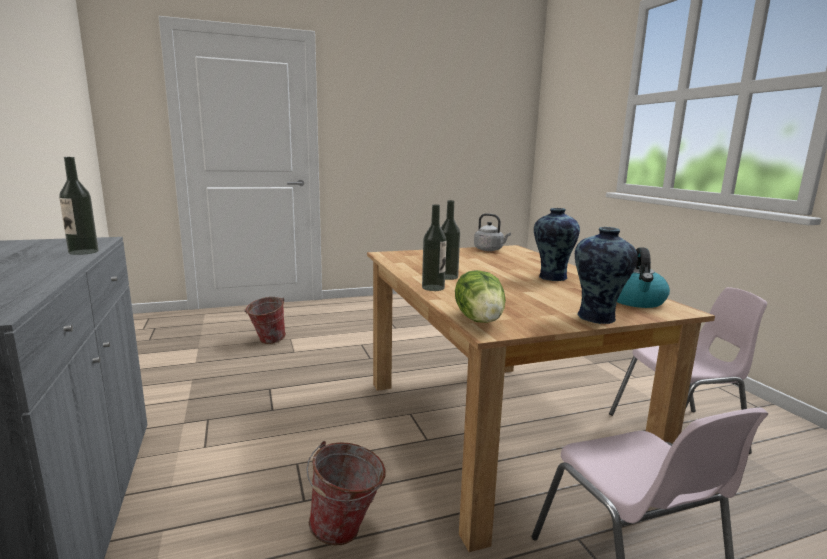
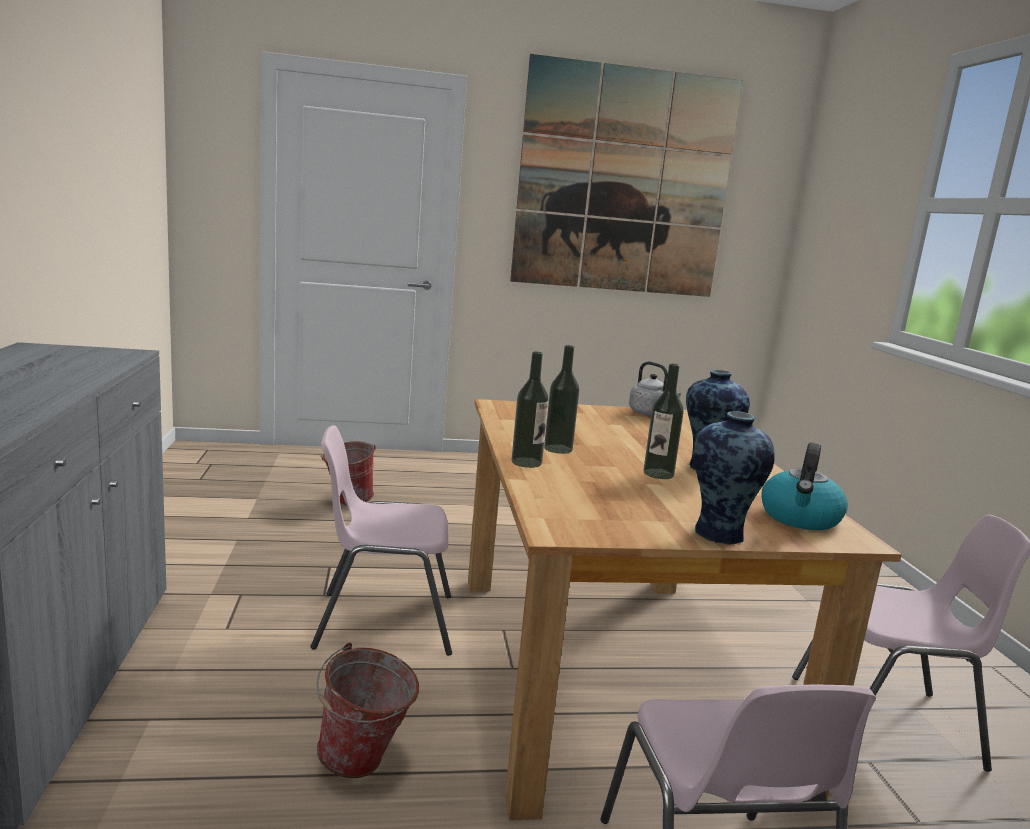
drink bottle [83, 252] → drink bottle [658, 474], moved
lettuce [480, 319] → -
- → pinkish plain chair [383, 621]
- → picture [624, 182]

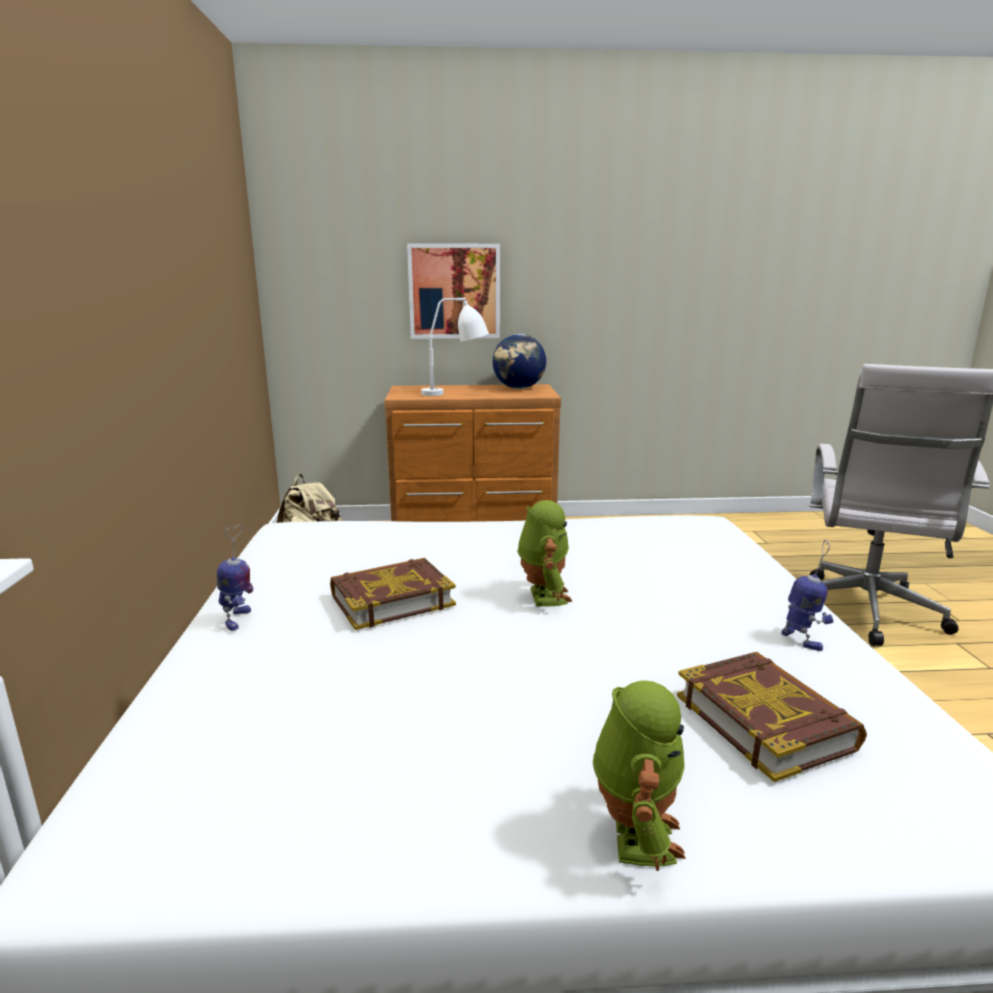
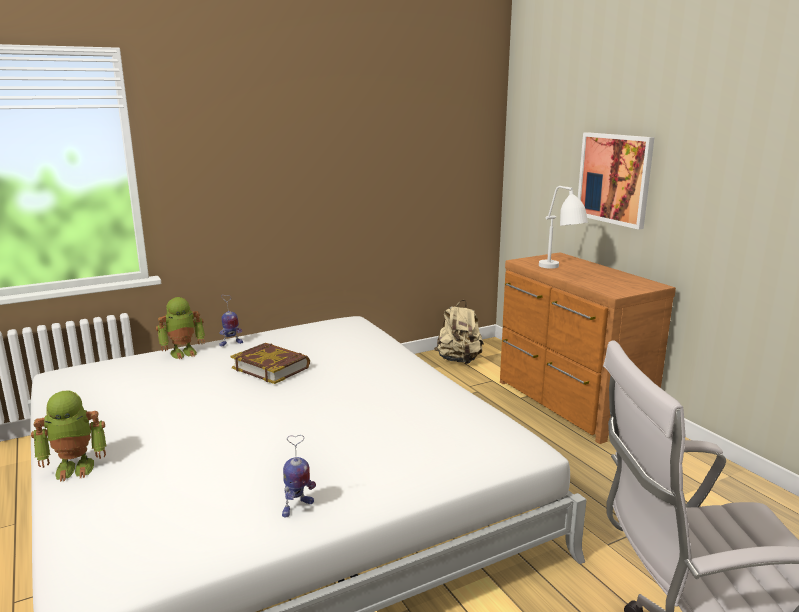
desk globe [519, 388] → -
toy robot [543, 596] → toy robot [183, 352], moved
bound book [765, 721] → -

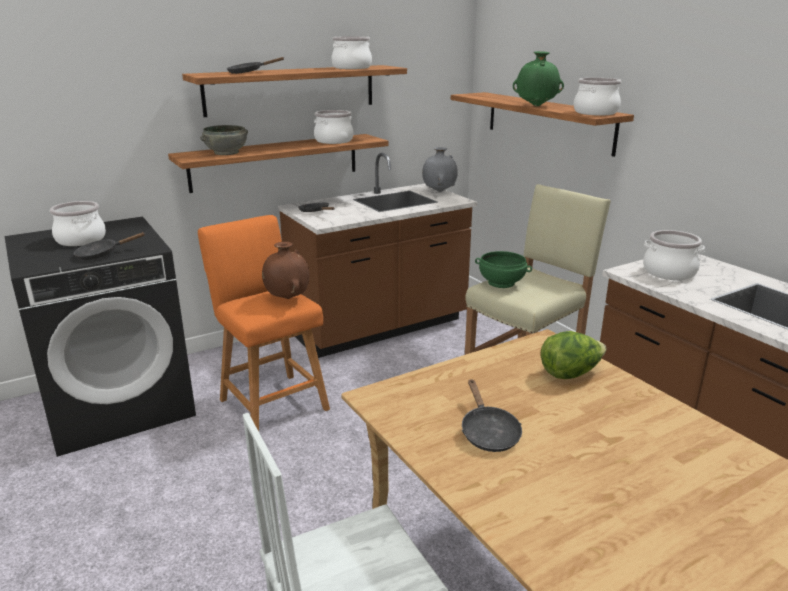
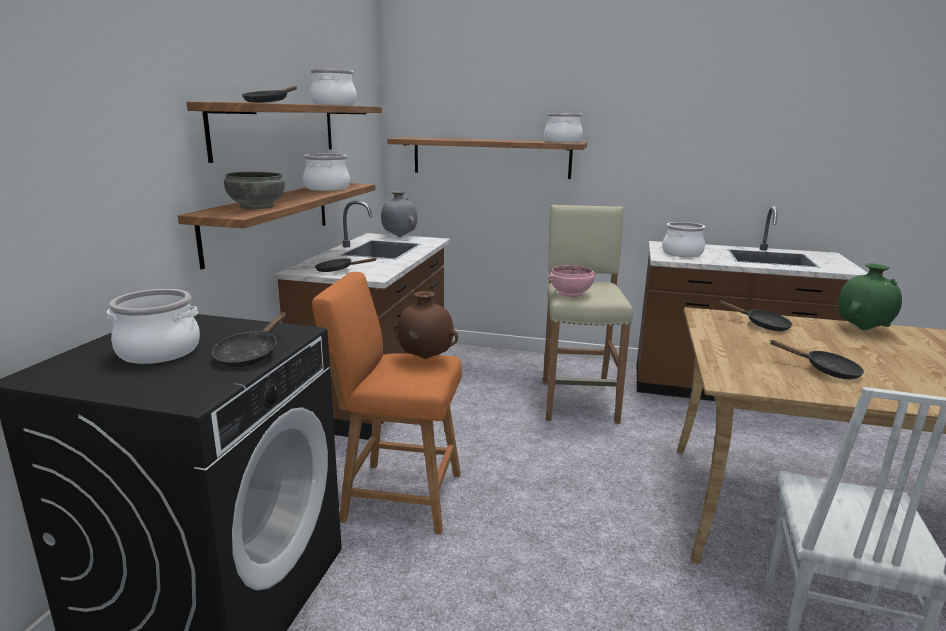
green-coloured deep dish [501, 283] → pinkish deep dish [571, 293]
green-coloured flower vase [536, 106] → green-coloured flower vase [862, 329], moved
lettuce [570, 373] → black frying pan [762, 325]

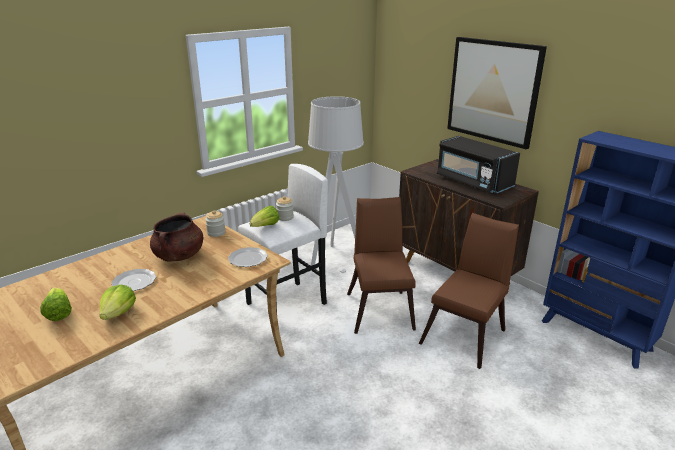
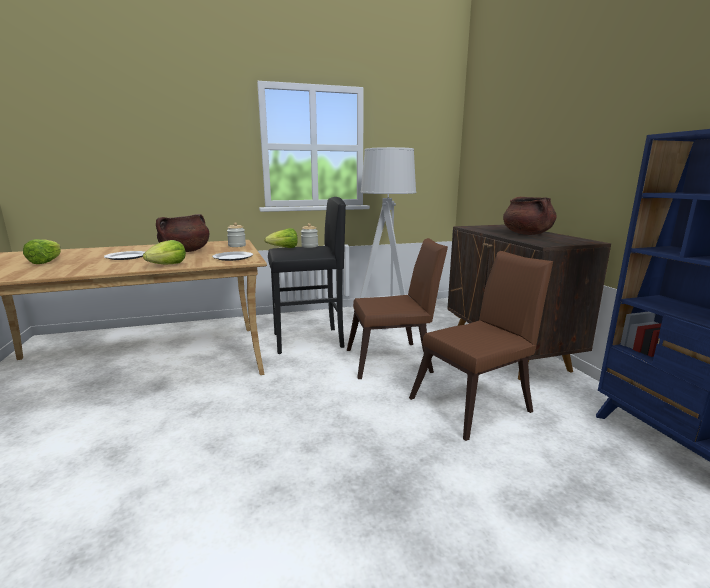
lettuce [118, 313] → lettuce [168, 265], moved
whitish stool seat [287, 304] → black stool seat [308, 340]
brown plain chair [380, 308] → brown plain chair [394, 361], 60 degrees clockwise
black microwave [472, 182] → brown cooking pot [527, 234]
picture [493, 91] → -

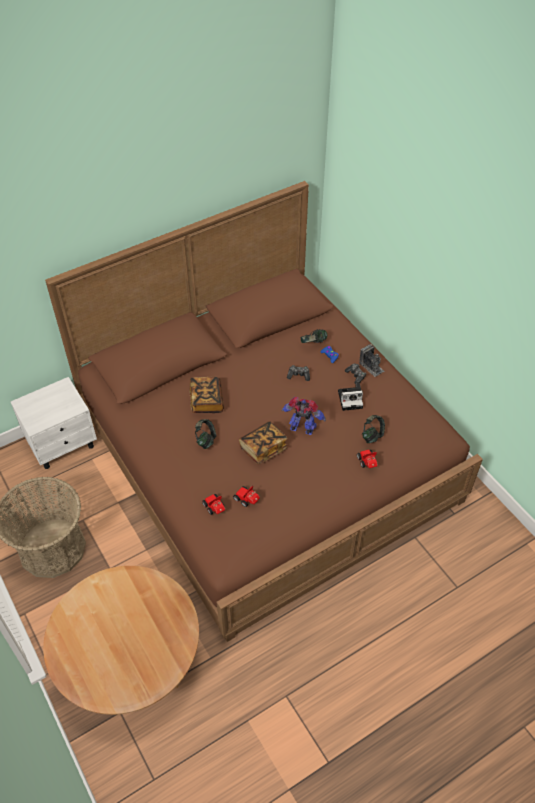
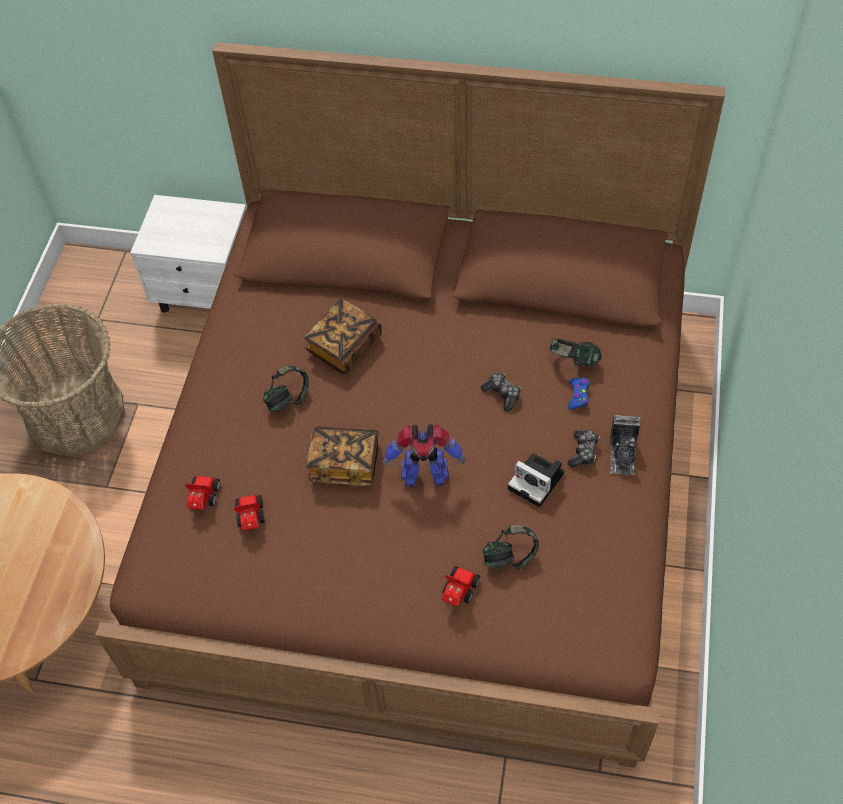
toy robot [302, 429] → toy robot [424, 475], 120 degrees clockwise

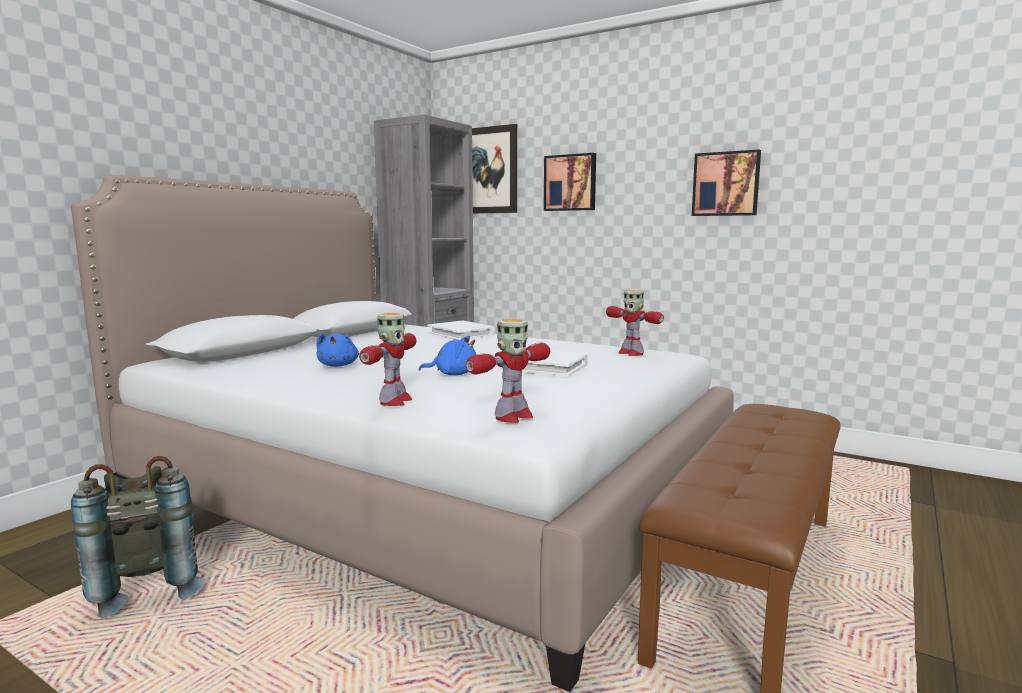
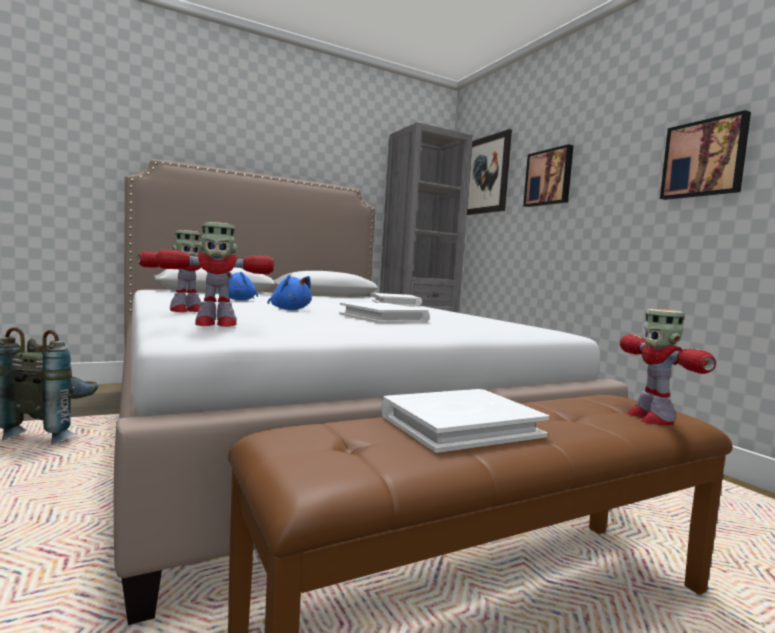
toy robot [630, 353] → toy robot [650, 418], moved
- → whitish bound book [460, 425]

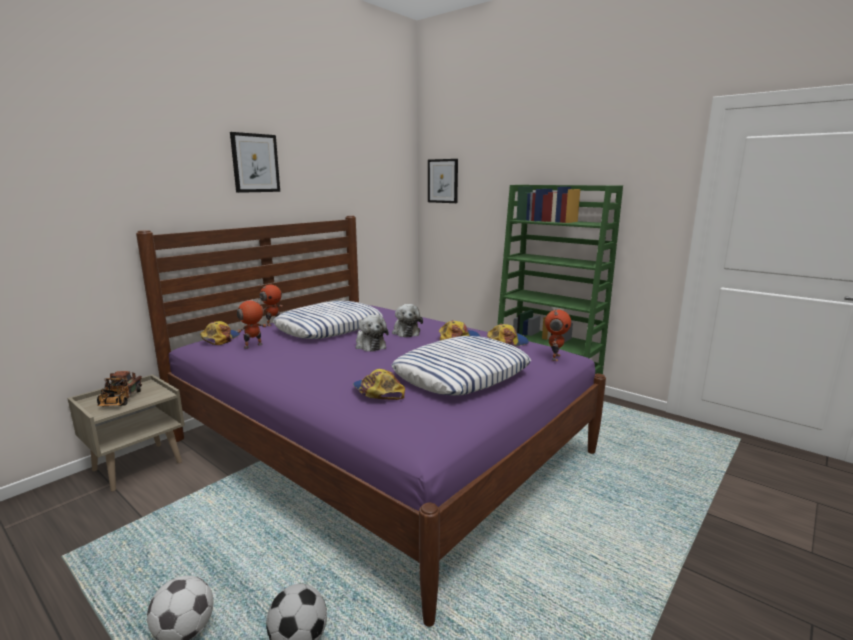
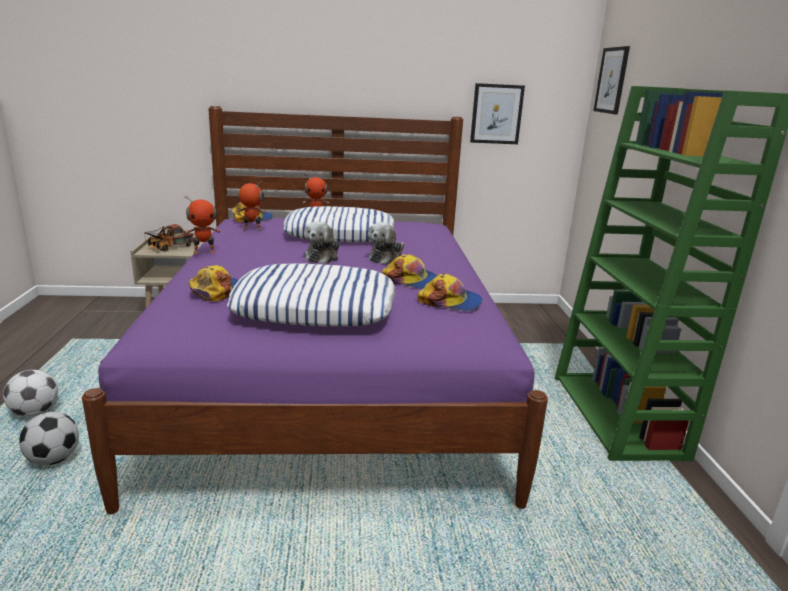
picture [255, 163] → picture [496, 114], moved
toy robot [554, 357] → toy robot [204, 252], moved

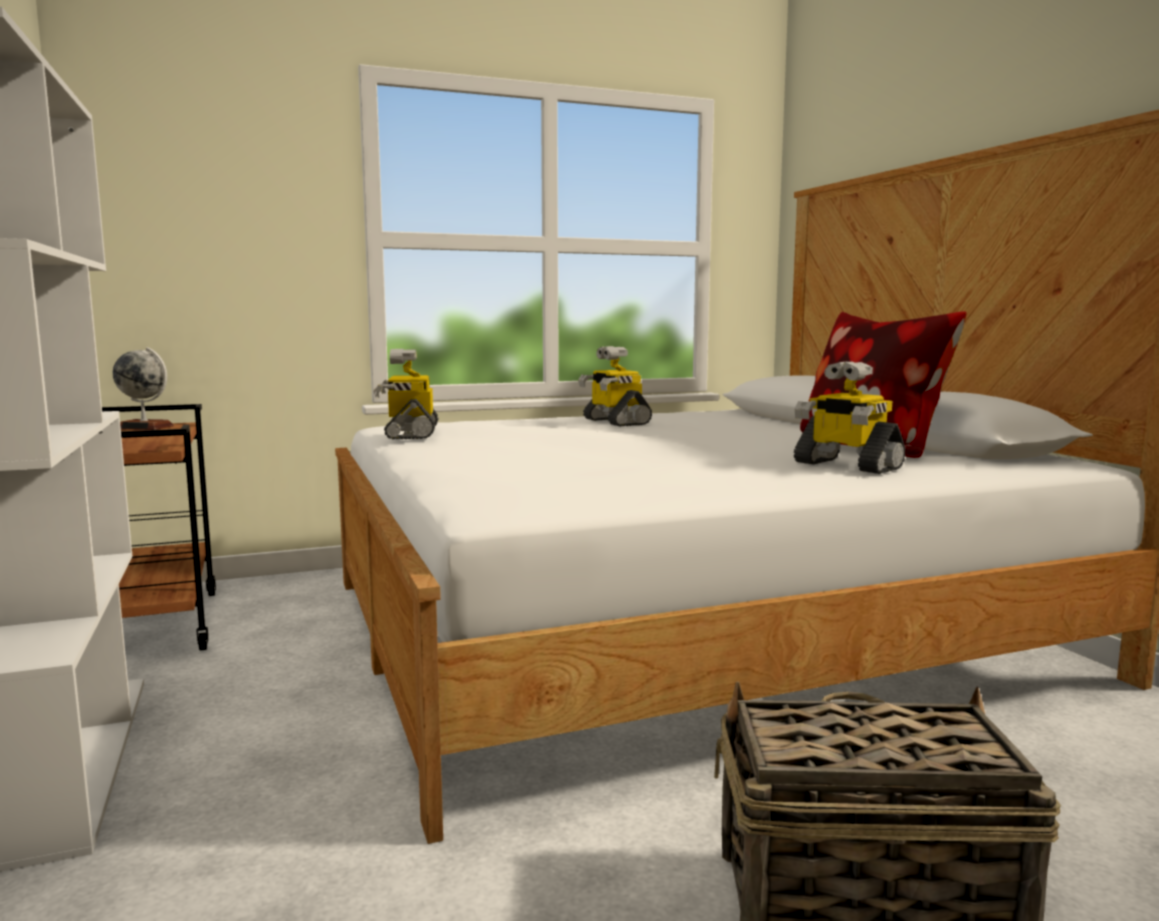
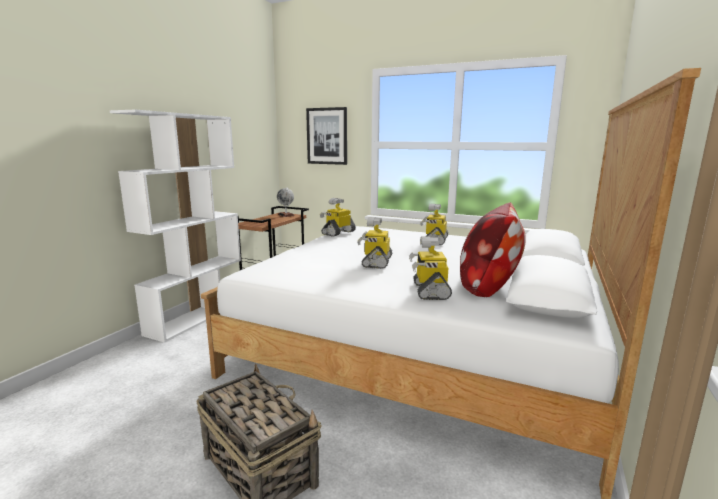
- → picture [327, 136]
- → toy robot [376, 262]

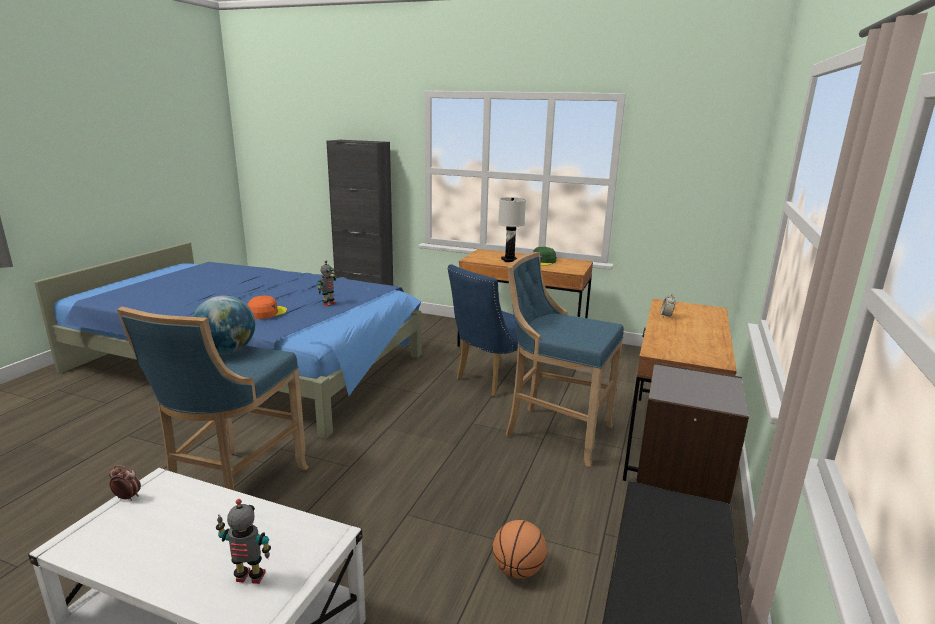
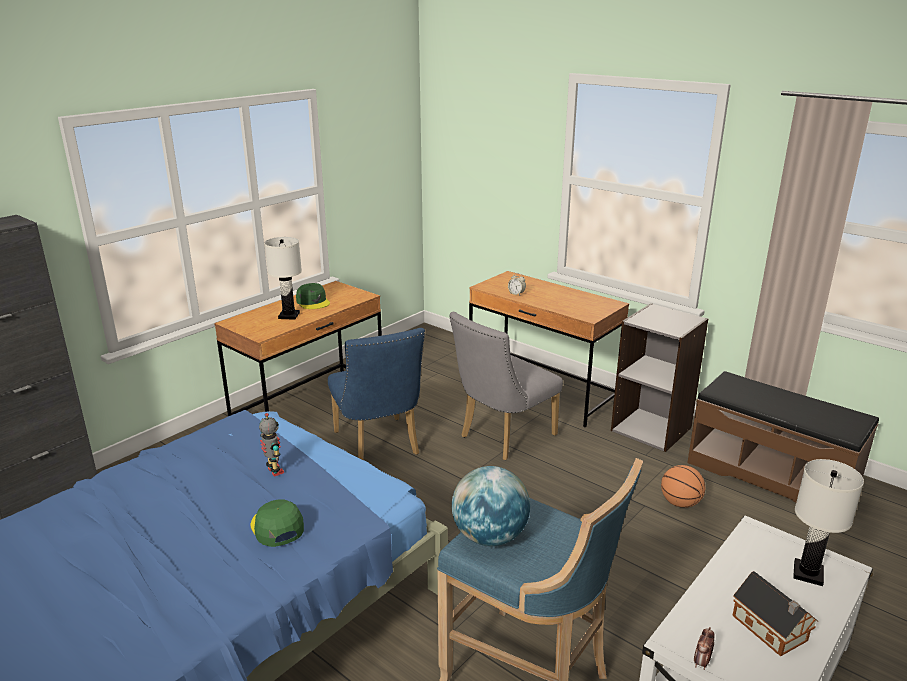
toy robot [250, 578] → whitish tabletop lamp [808, 574]
orangey peaked cap [266, 313] → green-coloured peaked cap [276, 527]
blue-coloured stool seat [555, 432] → grey plain chair [502, 437]
- → model house [771, 630]

